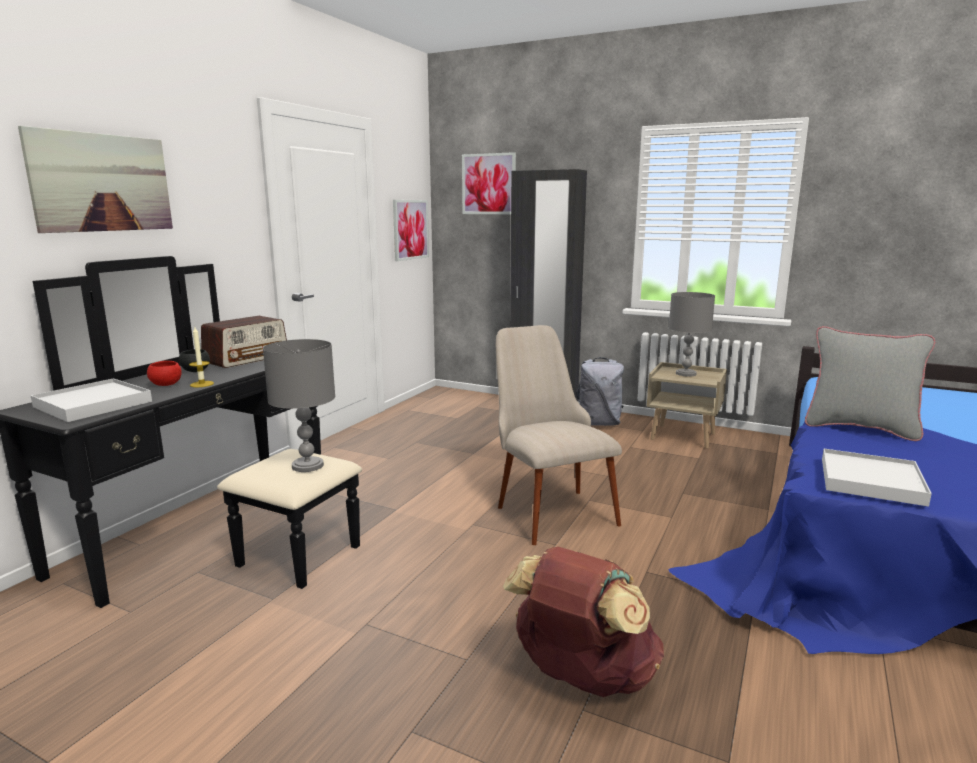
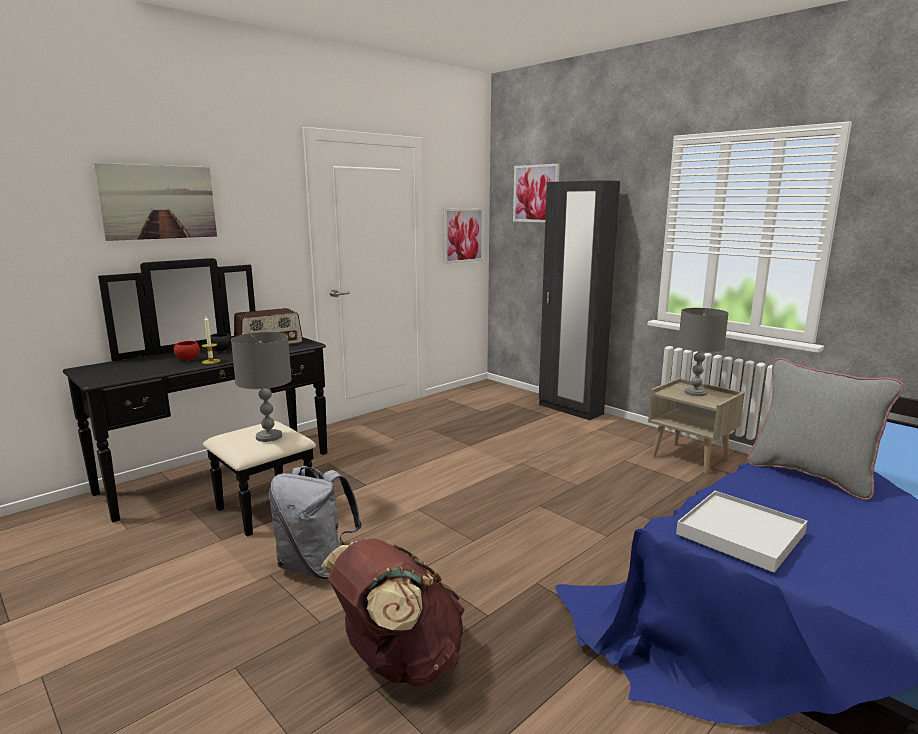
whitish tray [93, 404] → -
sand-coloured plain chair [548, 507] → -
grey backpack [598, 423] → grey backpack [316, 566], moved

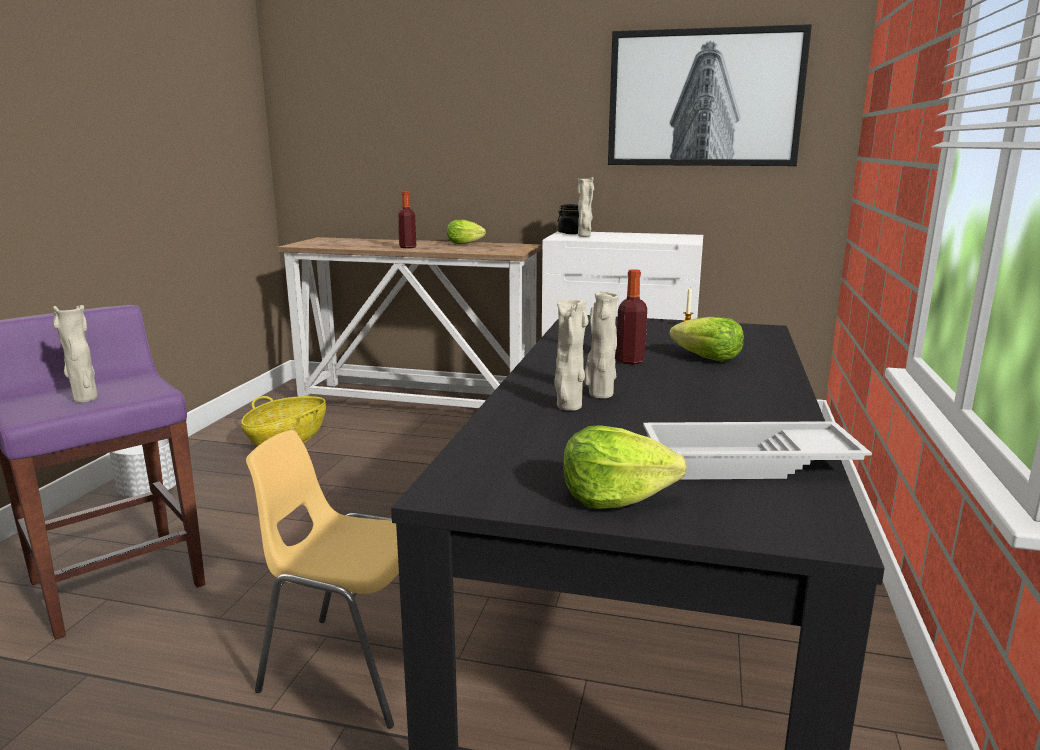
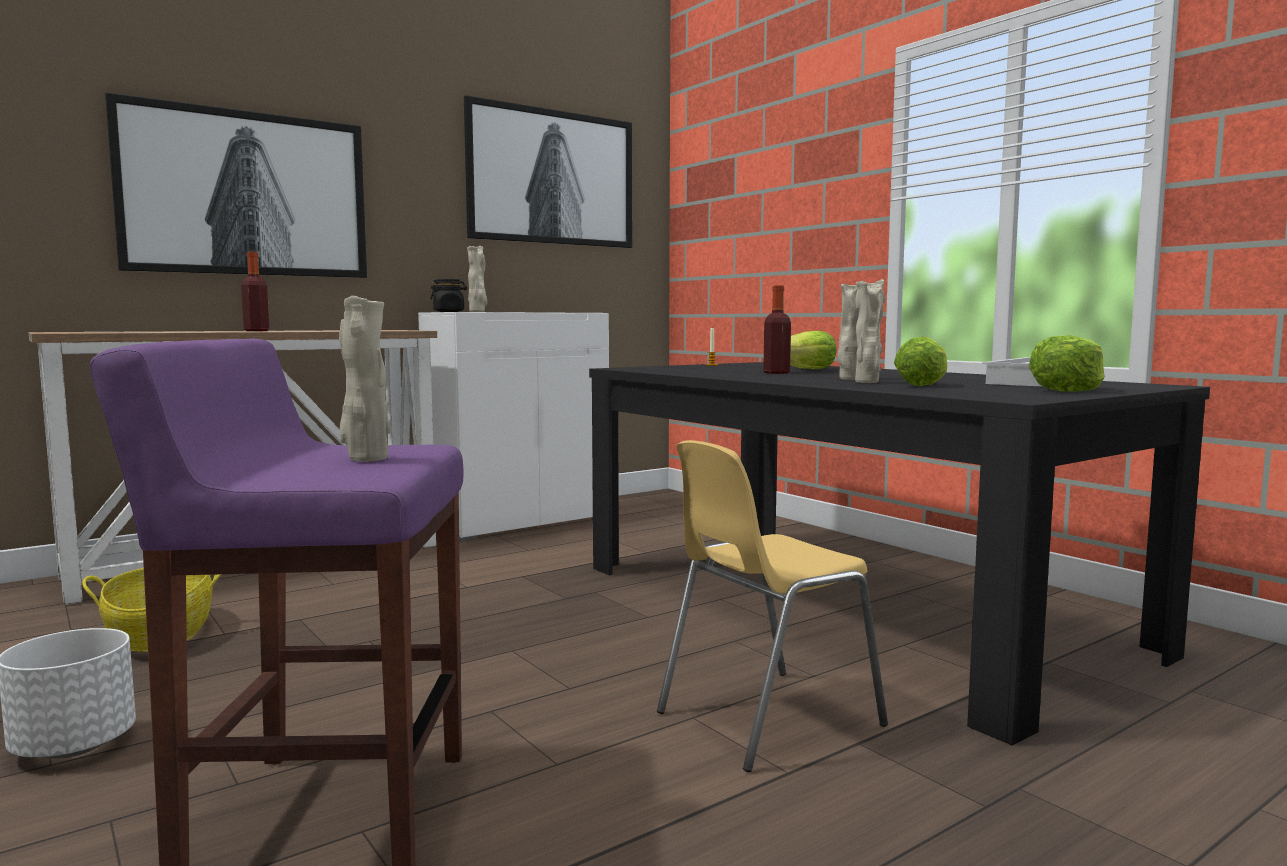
lettuce [466, 244] → lettuce [924, 385], moved
- → picture [246, 193]

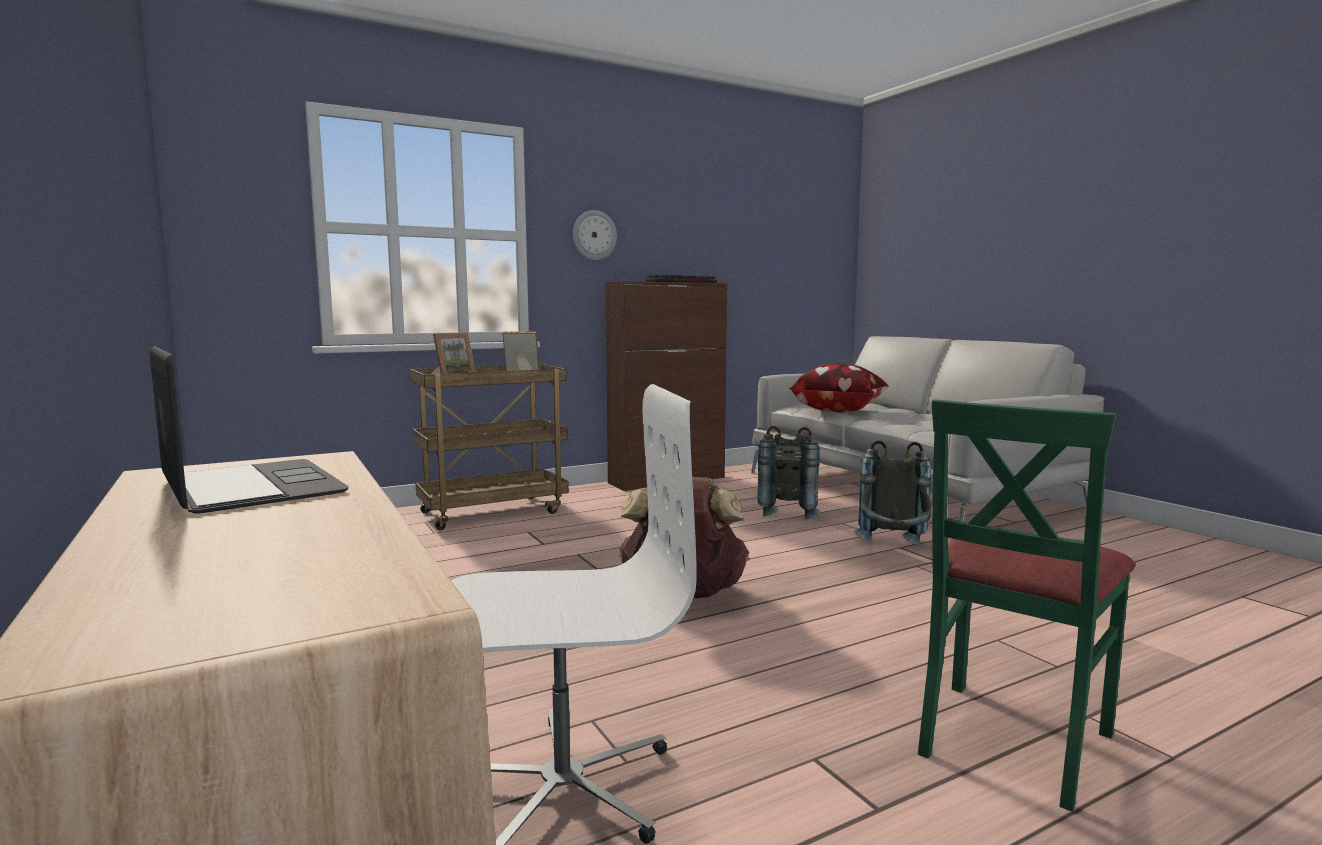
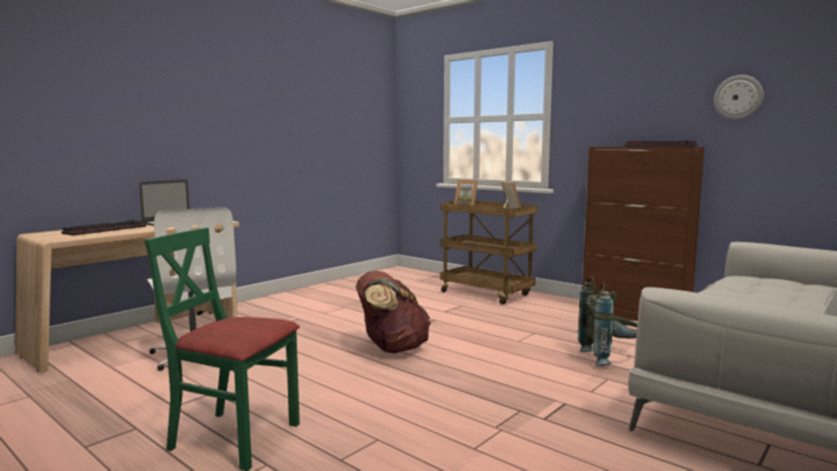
wall clock [594, 235] → wall clock [738, 97], moved
cushion [838, 411] → -
grey backpack [893, 550] → -
- → computer keyboard [106, 230]

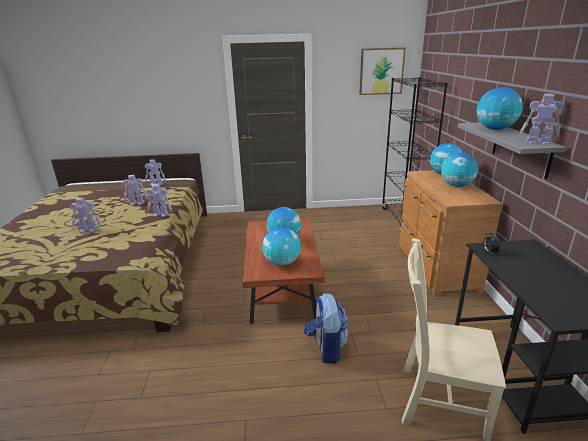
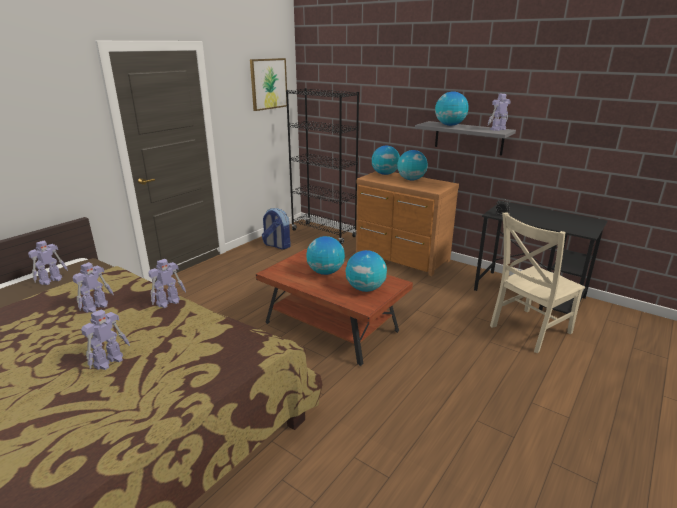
backpack [326, 348] → backpack [277, 245], moved

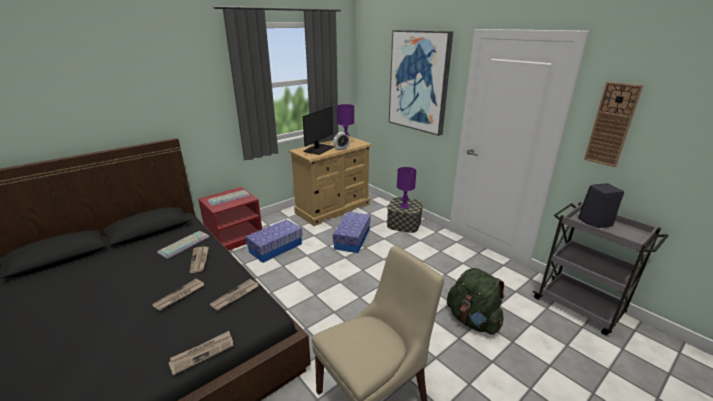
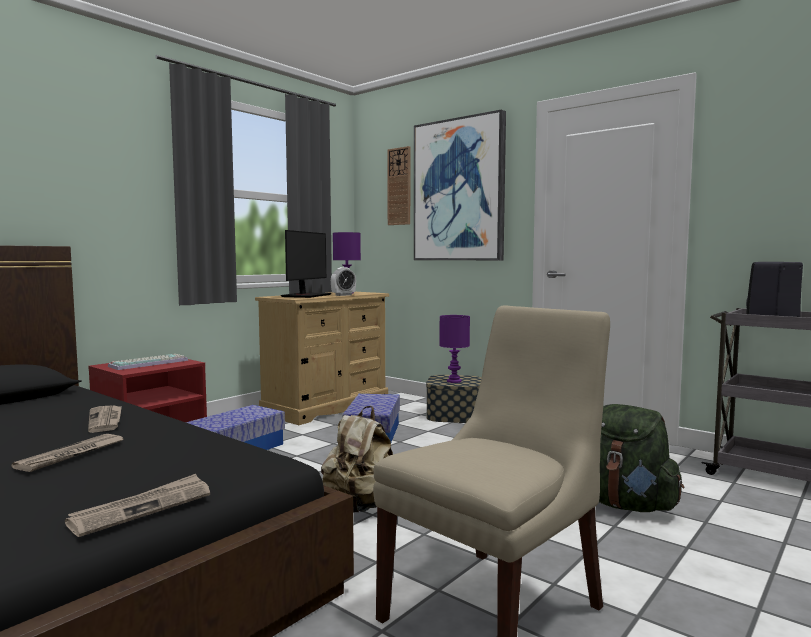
computer keyboard [184, 244] → -
printed paper [235, 296] → -
wall clock [611, 125] → wall clock [399, 186], moved
- → sand-coloured backpack [360, 506]

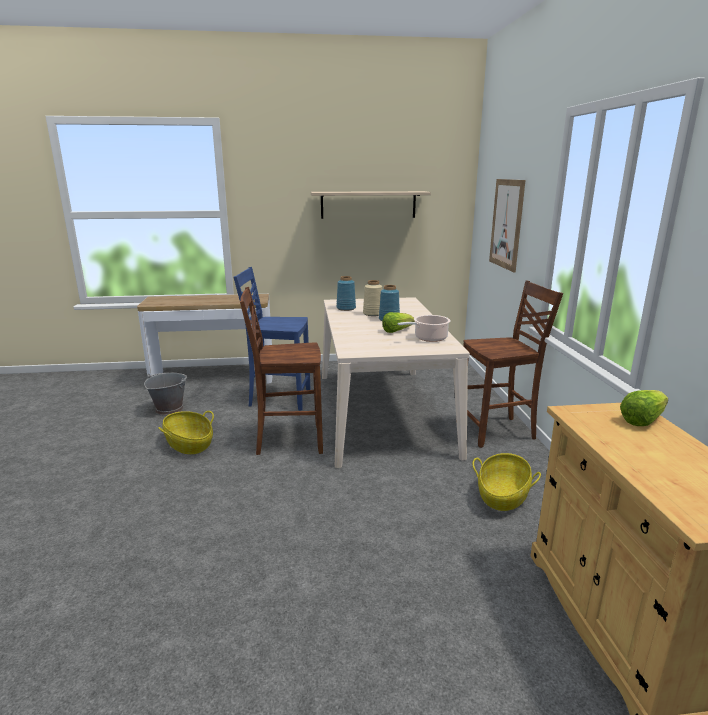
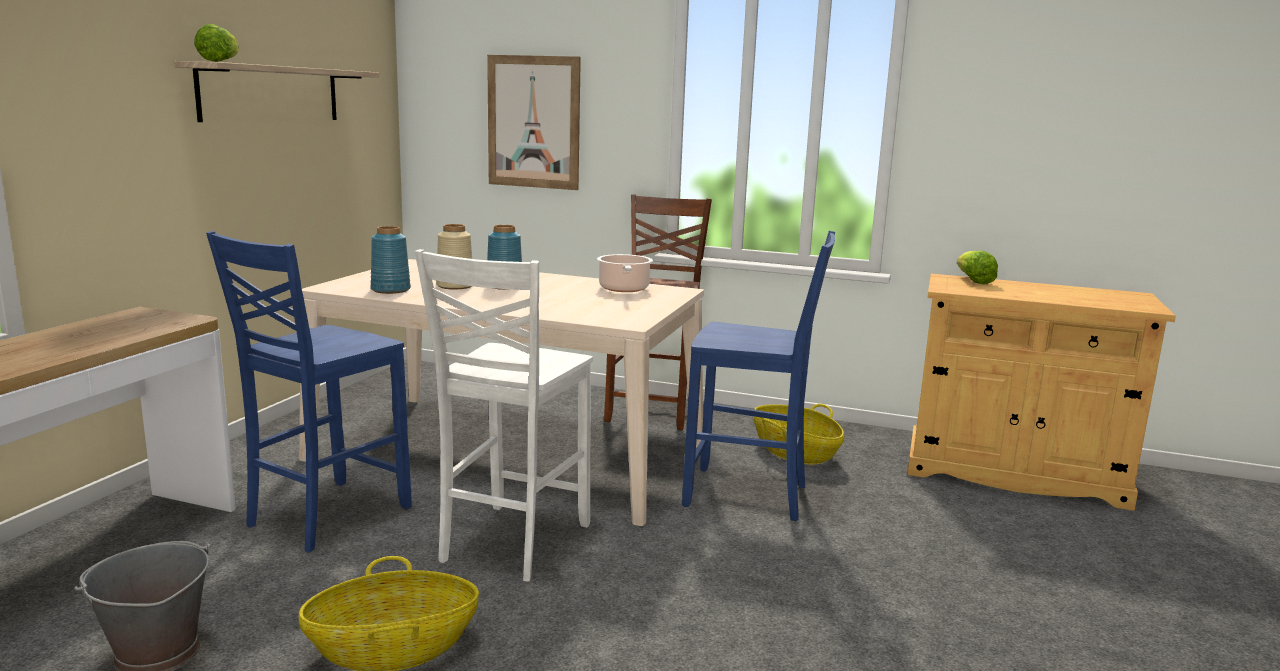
brown plain chair [287, 441] → whitish plain chair [511, 543]
lettuce [396, 331] → lettuce [220, 62], moved
- → blue-coloured plain chair [748, 496]

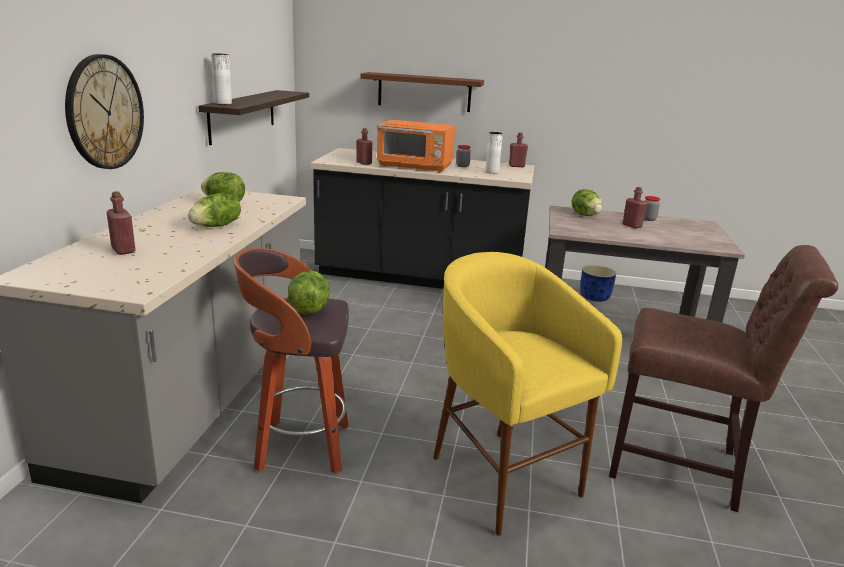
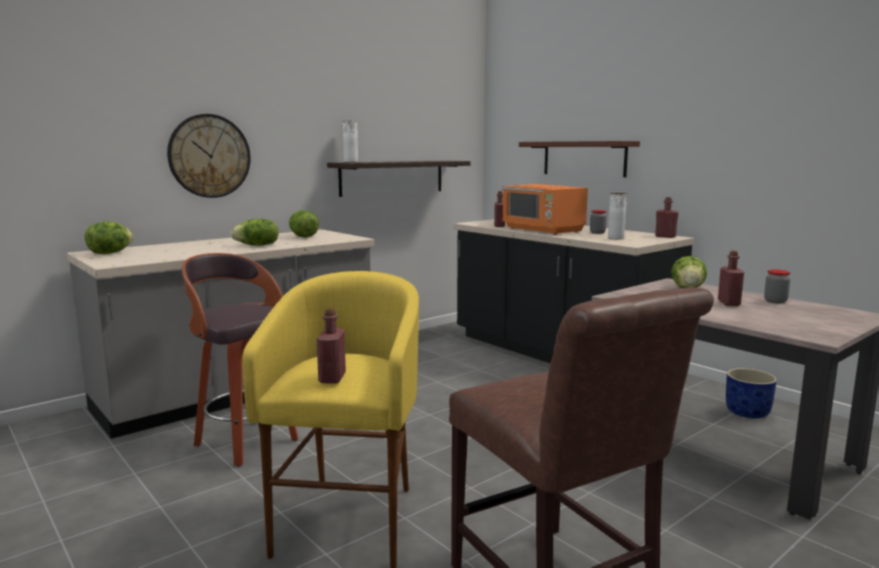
red-coloured drink bottle [123, 250] → red-coloured drink bottle [332, 378], moved
lettuce [309, 309] → lettuce [110, 253], moved

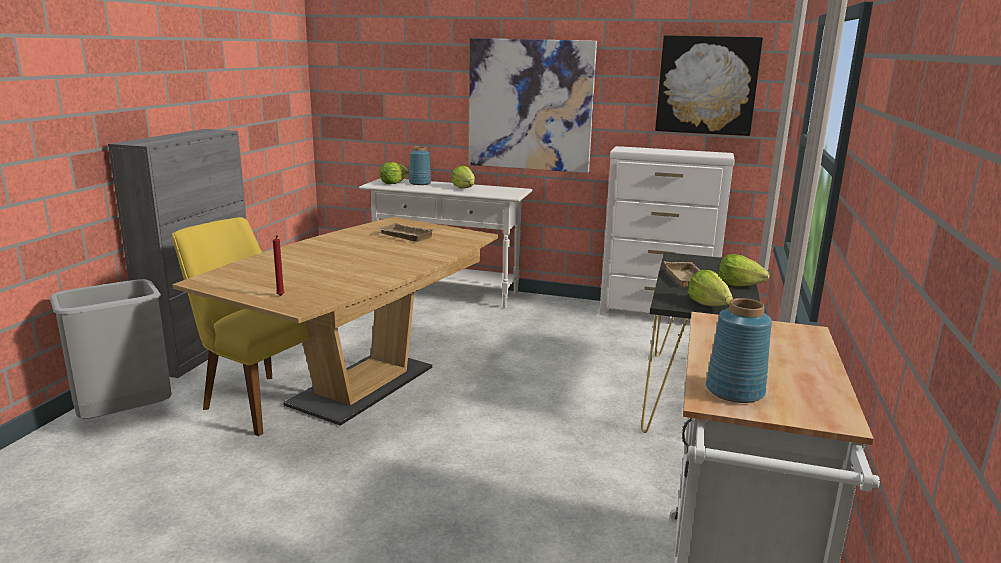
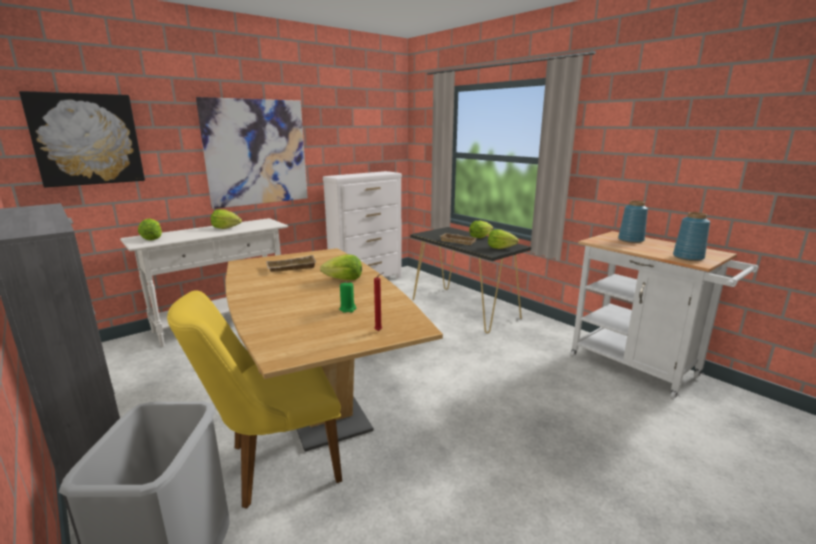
blue-coloured flower vase [420, 183] → blue-coloured flower vase [631, 240], moved
picture [707, 85] → picture [87, 139], moved
- → lettuce [344, 279]
- → green-coloured wax light [348, 309]

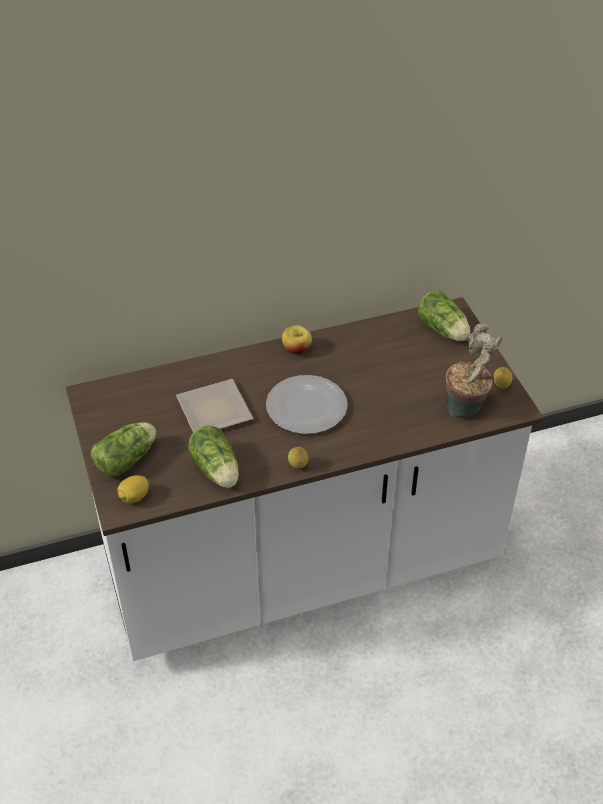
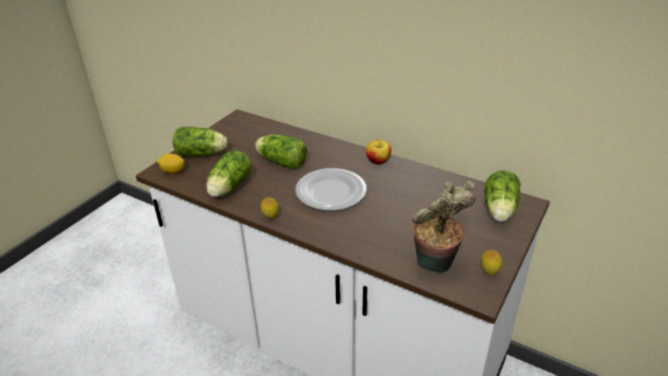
flat dish [217, 411] → lettuce [280, 162]

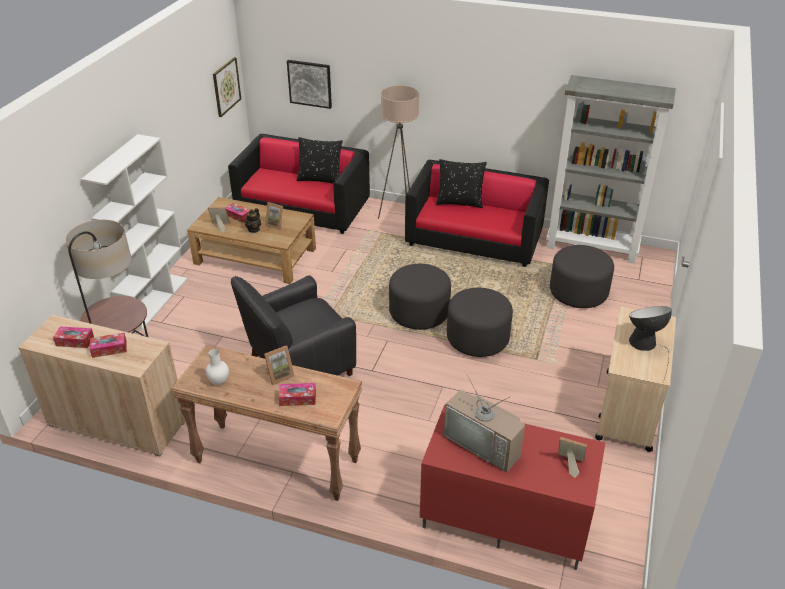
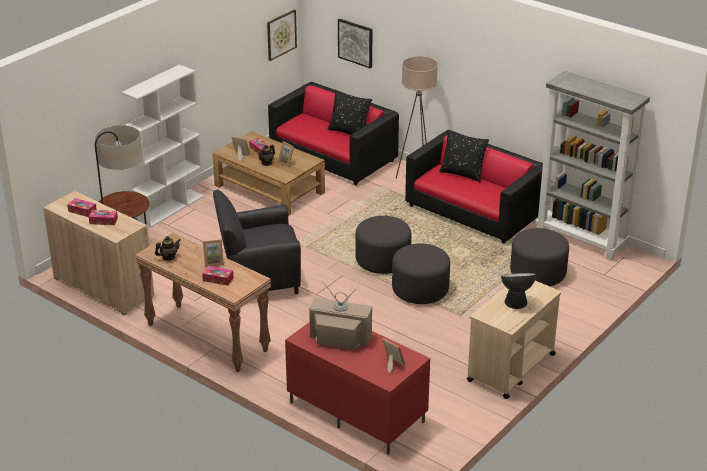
whitish flower vase [218, 382] → teapot [168, 257]
television [485, 443] → television [339, 338], 135 degrees clockwise

